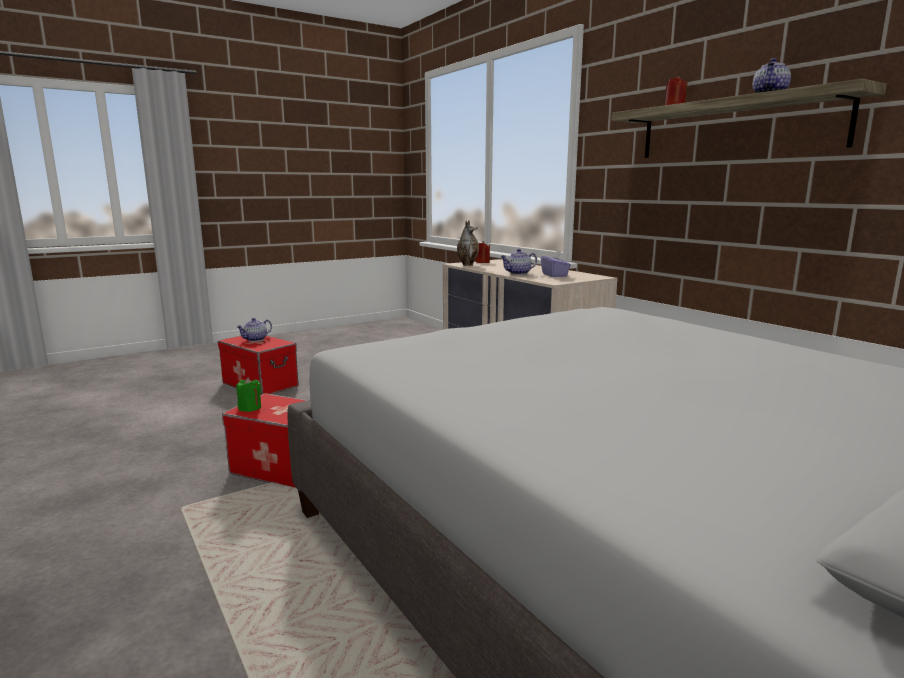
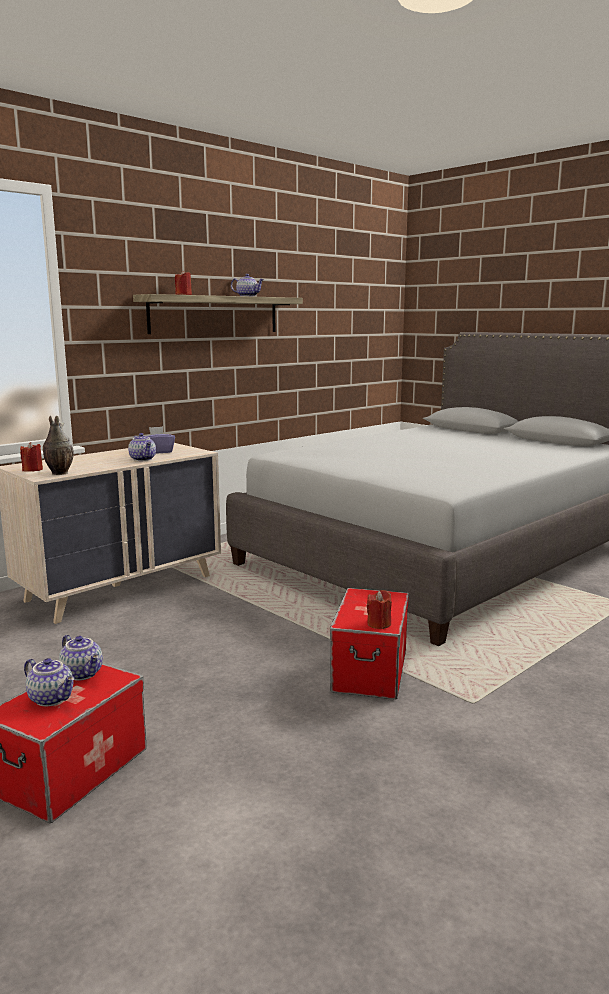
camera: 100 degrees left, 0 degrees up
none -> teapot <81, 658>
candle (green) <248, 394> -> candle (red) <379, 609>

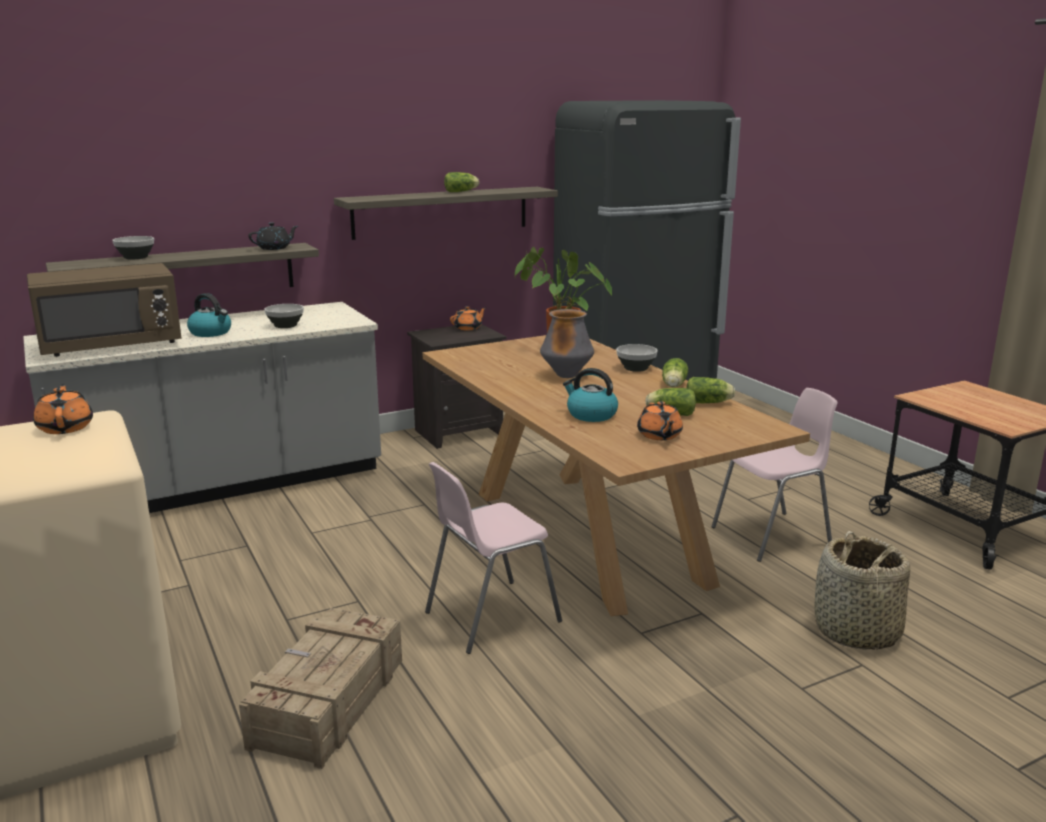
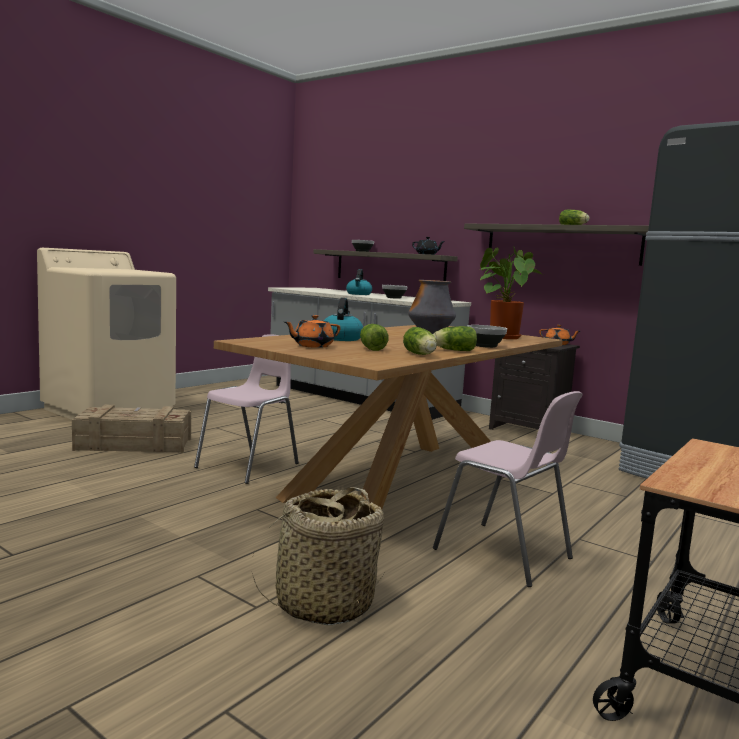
camera: 65 degrees right, 10 degrees down
chair (pink) <493, 558> -> chair (pink) <246, 409>, 90 degrees clockwise
microwave (brown) <104, 310> -> none
teapot (orange) <63, 409> -> none

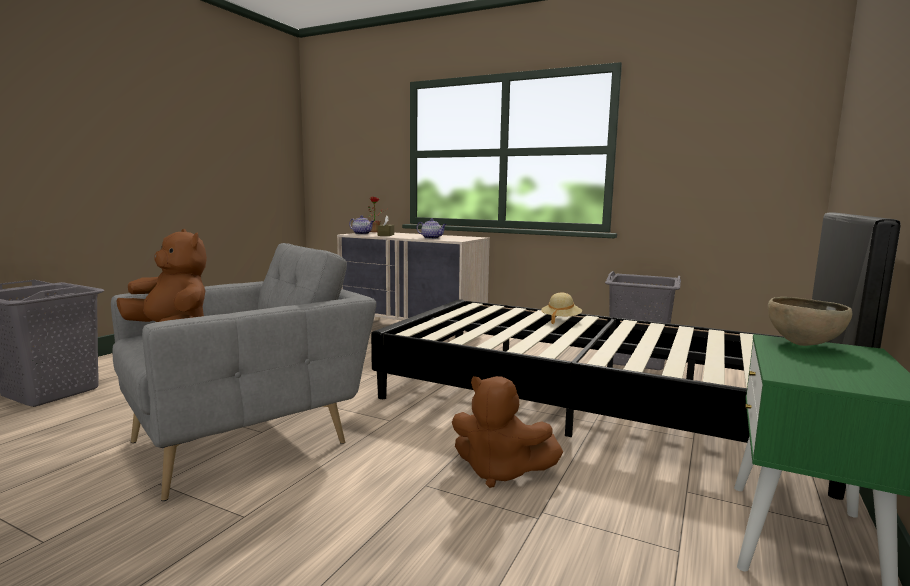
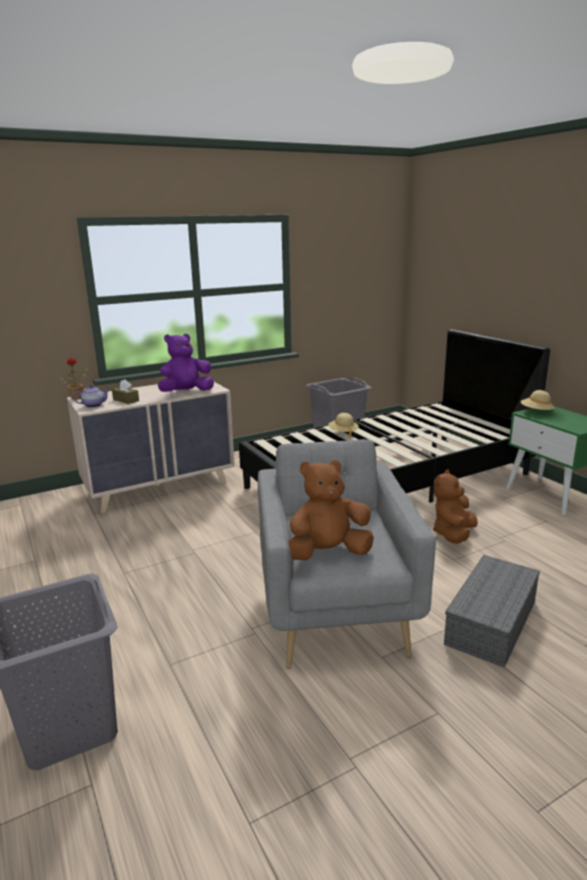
camera: 55 degrees left, 10 degrees up
teapot <432, 228> -> plush toy (purple) <186, 363>
plush toy (brown) <507, 432> -> plush toy (brown) <455, 506>, 150 degrees clockwise
none -> storage box (grey) <492, 611>
bowl (brown) <810, 321> -> hat (beige) <538, 400>

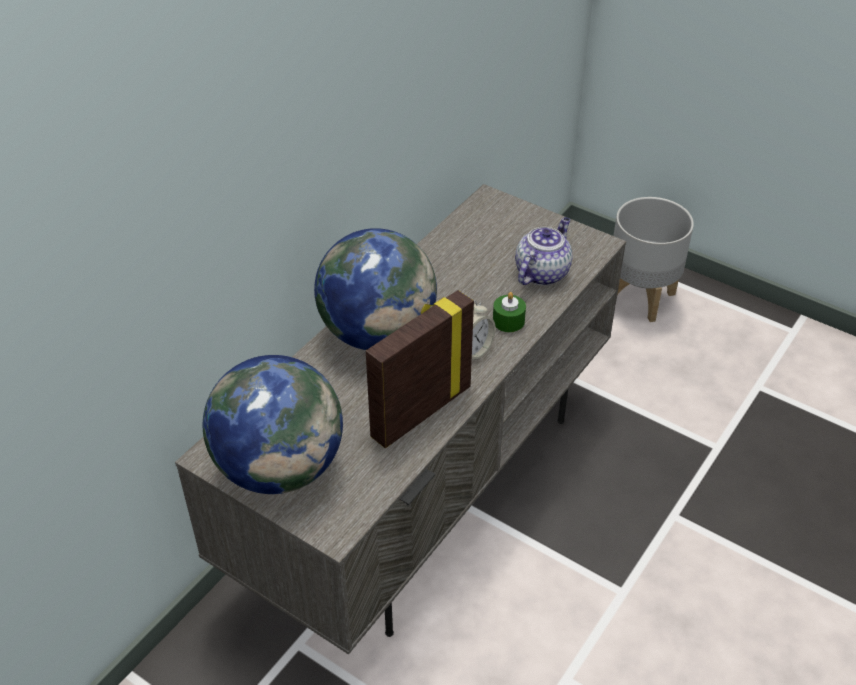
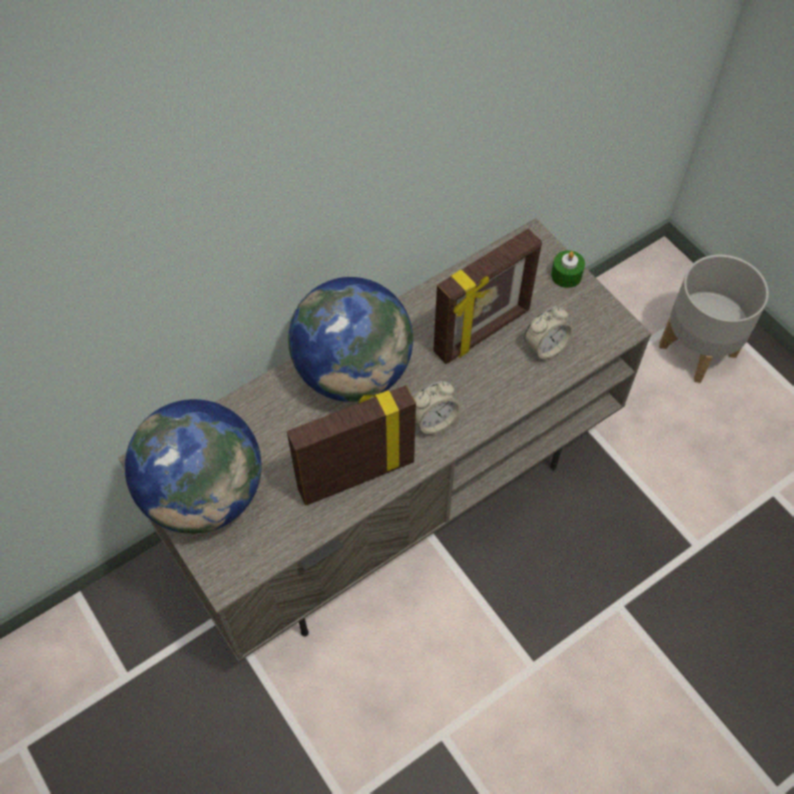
camera: 20 degrees right, 15 degrees up
none -> picture frame <487, 296>
teapot <544, 251> -> alarm clock <548, 333>
candle (green) <509, 312> -> candle (green) <568, 269>, move

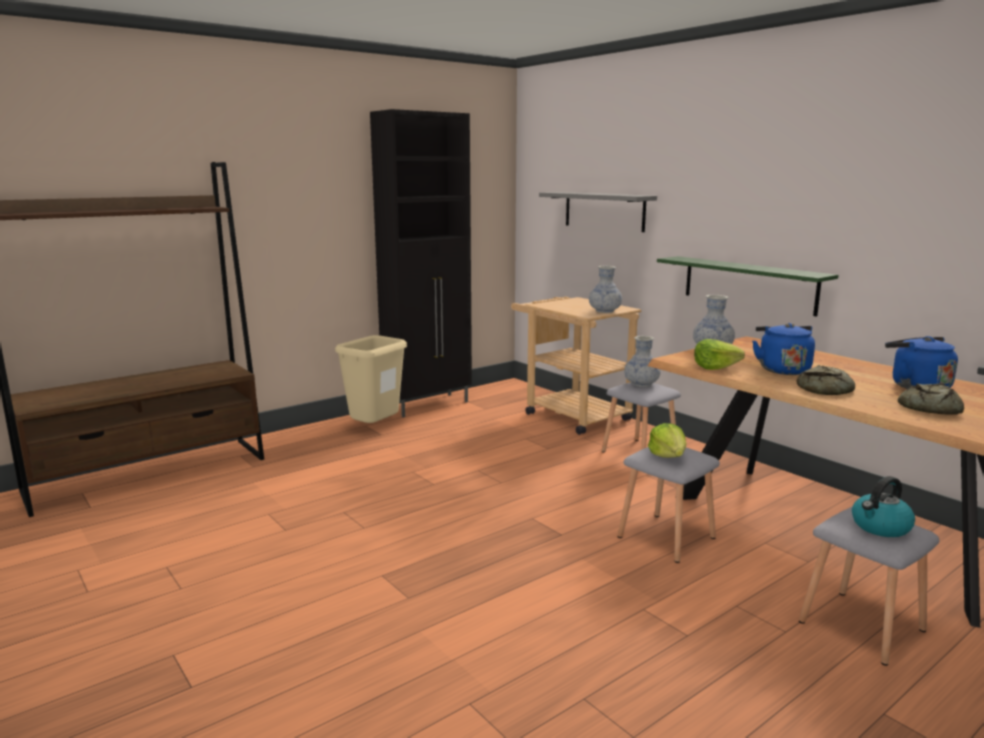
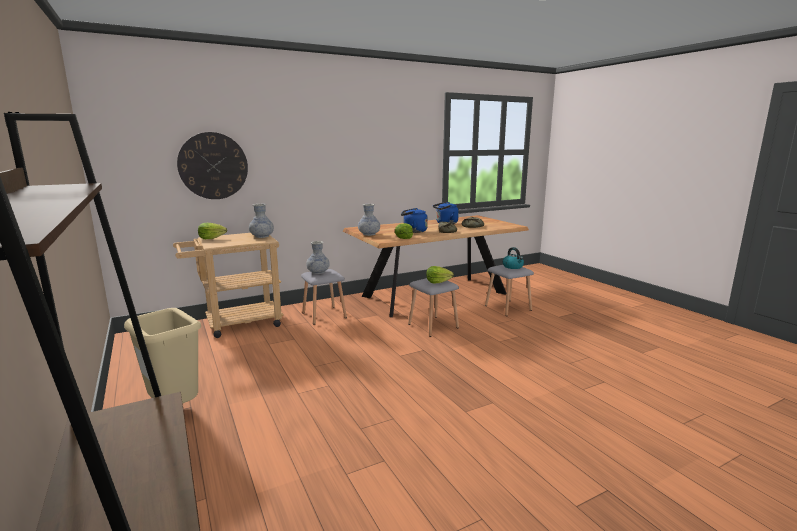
camera: 80 degrees left, 0 degrees up
shelf (grey) <598, 212> -> wall clock <212, 165>
none -> lettuce <212, 231>
cabinet (black) <421, 263> -> none
shelf (green) <747, 286> -> none

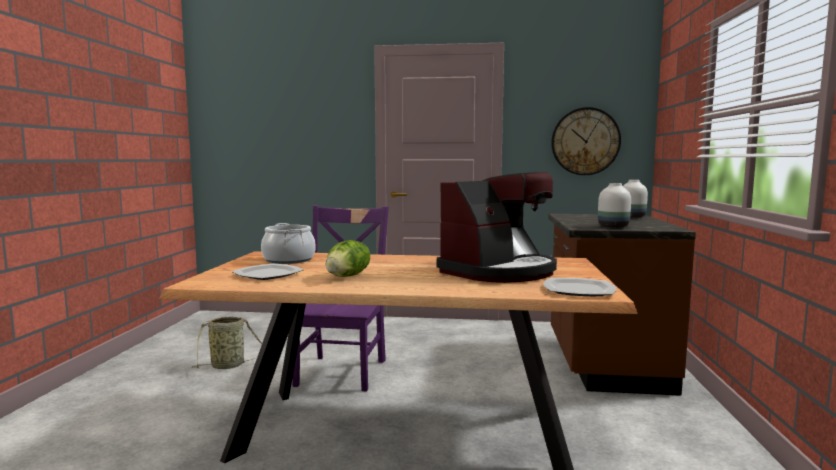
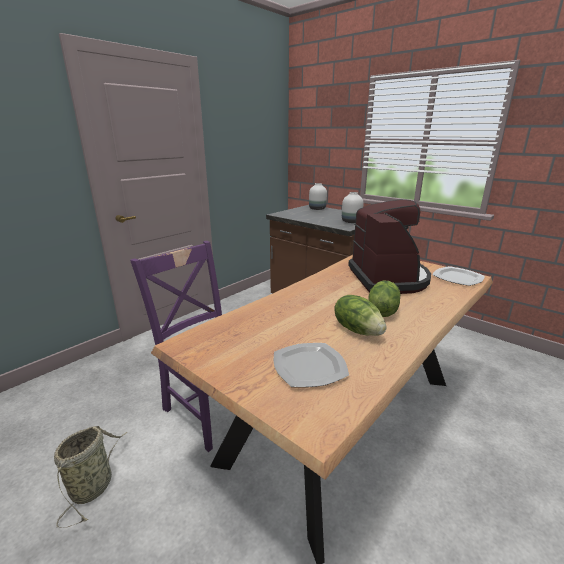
camera: 55 degrees left, 15 degrees up
none -> lettuce <384, 298>
cooking pot <288, 243> -> none
wall clock <586, 141> -> none

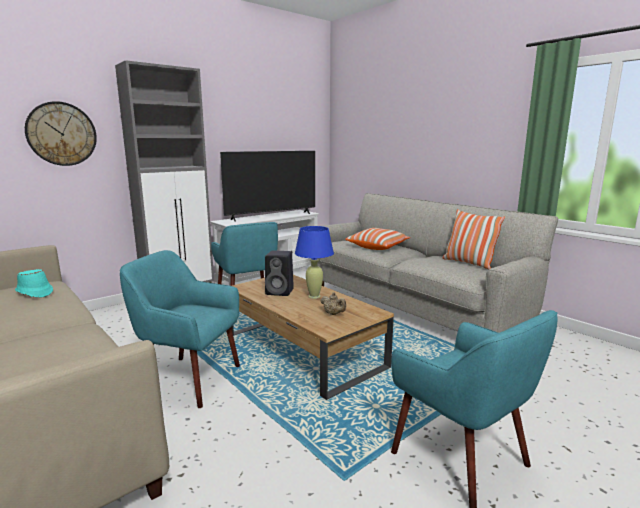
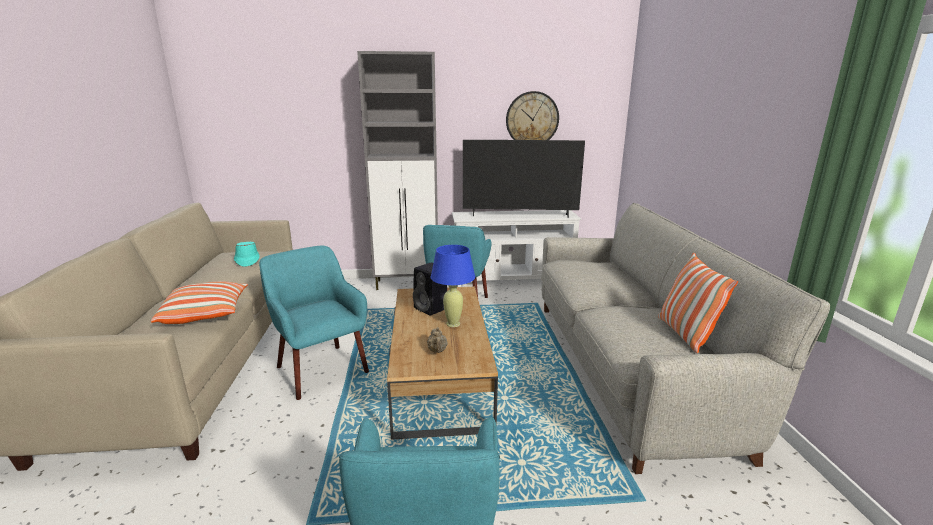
camera: 35 degrees right, 5 degrees up
pillow <377, 239> -> pillow <199, 302>, move
wall clock <61, 133> -> wall clock <532, 115>, move

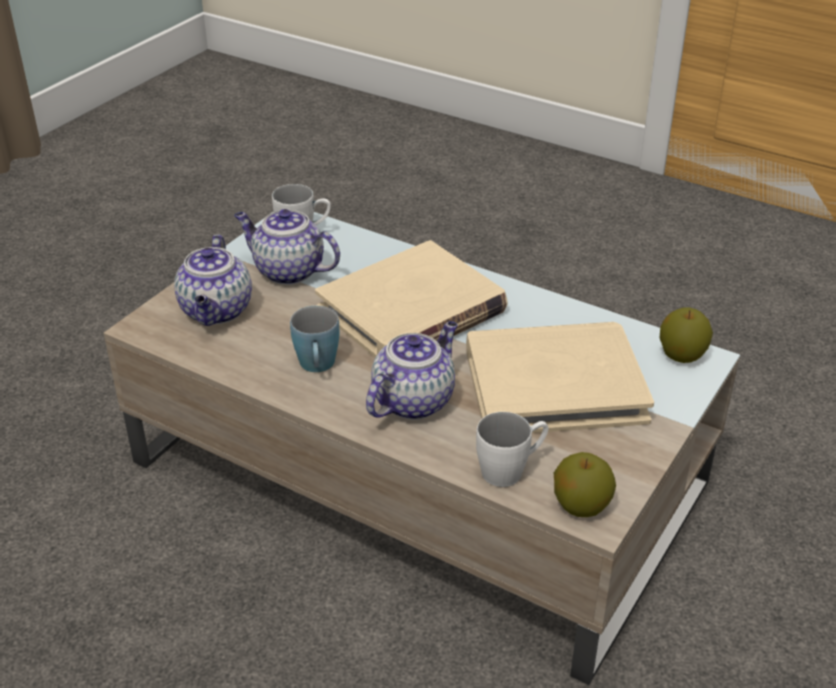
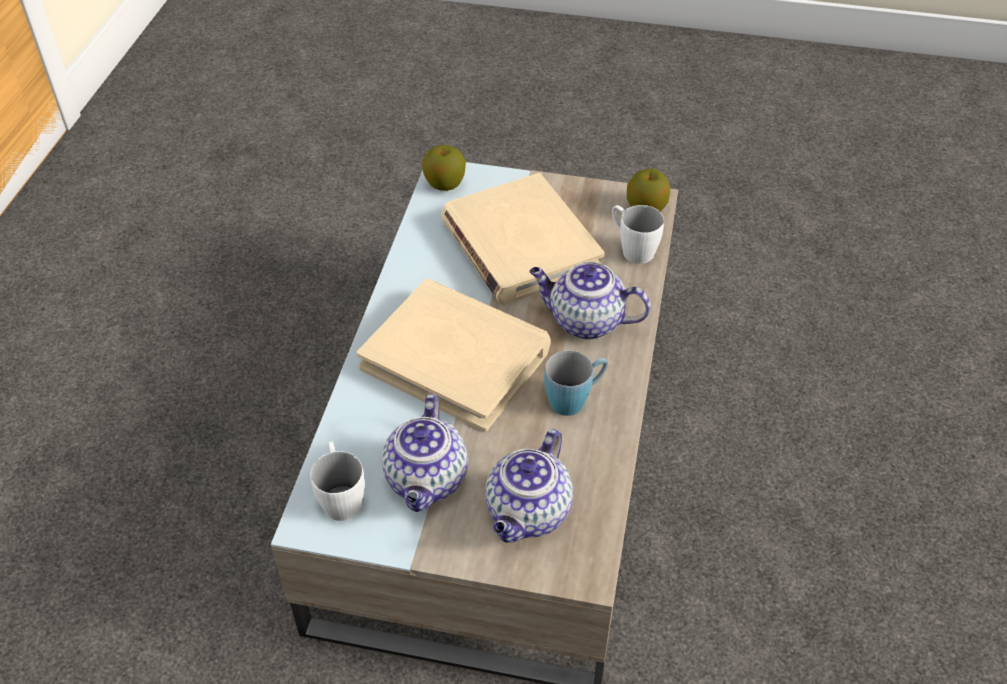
camera: 110 degrees left, 10 degrees up
teapot <213, 280> -> teapot <529, 486>, 135 degrees clockwise

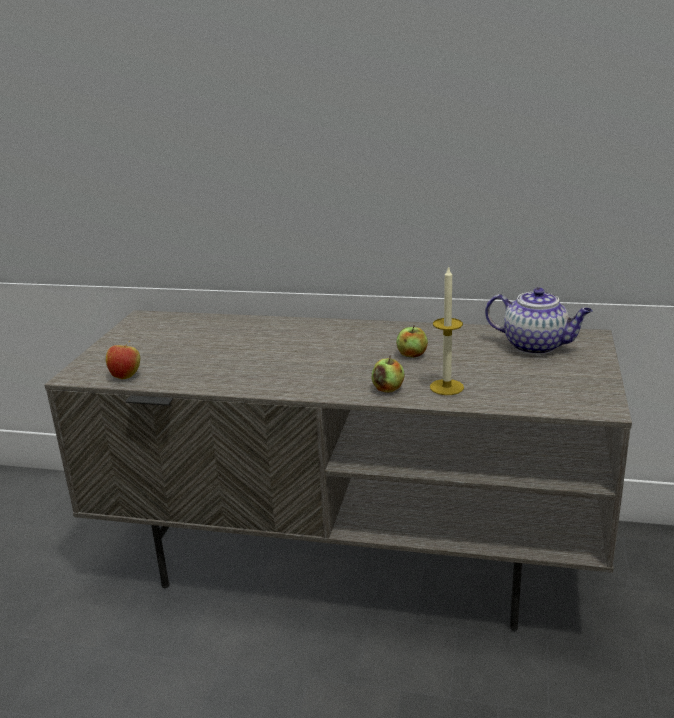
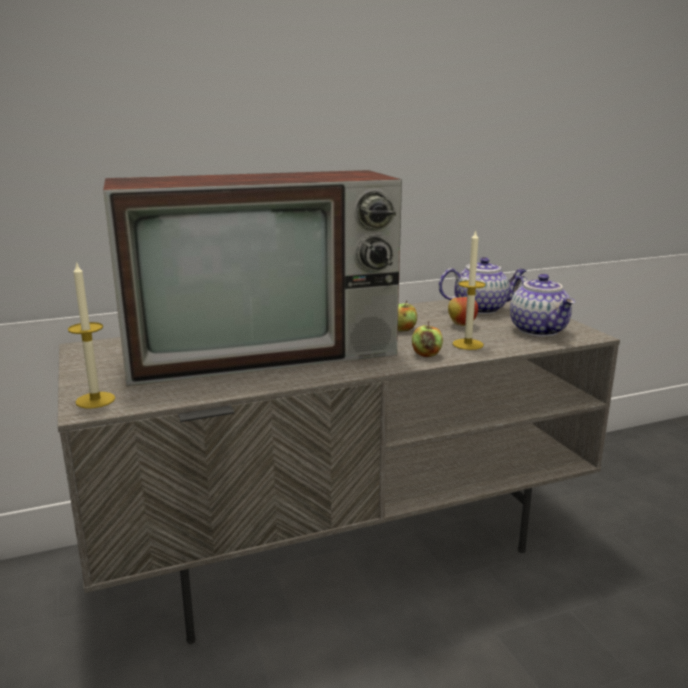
camera: 35 degrees left, 5 degrees down
none -> candle <91, 334>
none -> television <252, 278>
apple <123, 360> -> apple <463, 310>, move
none -> teapot <542, 305>

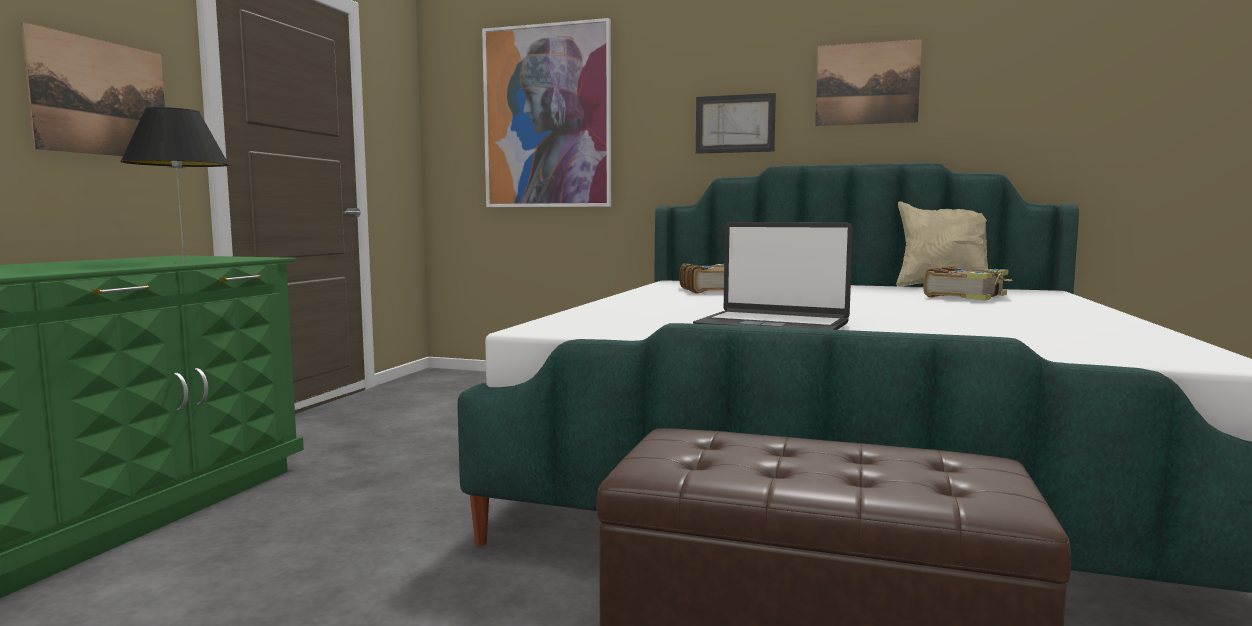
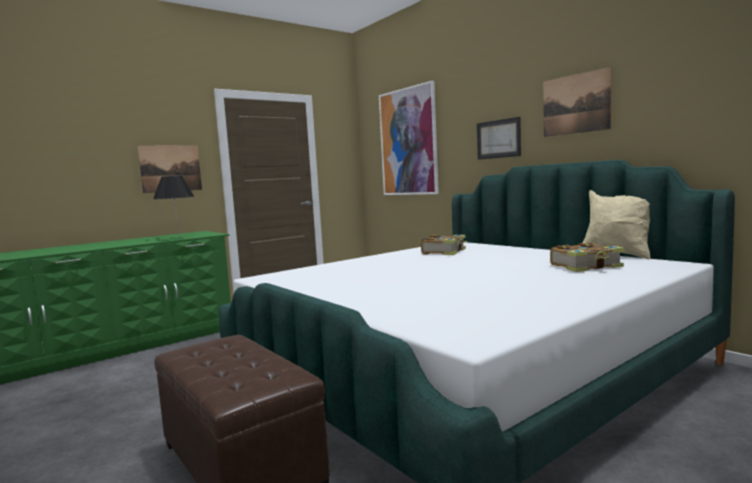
camera: 35 degrees right, 0 degrees up
laptop <773, 276> -> none

